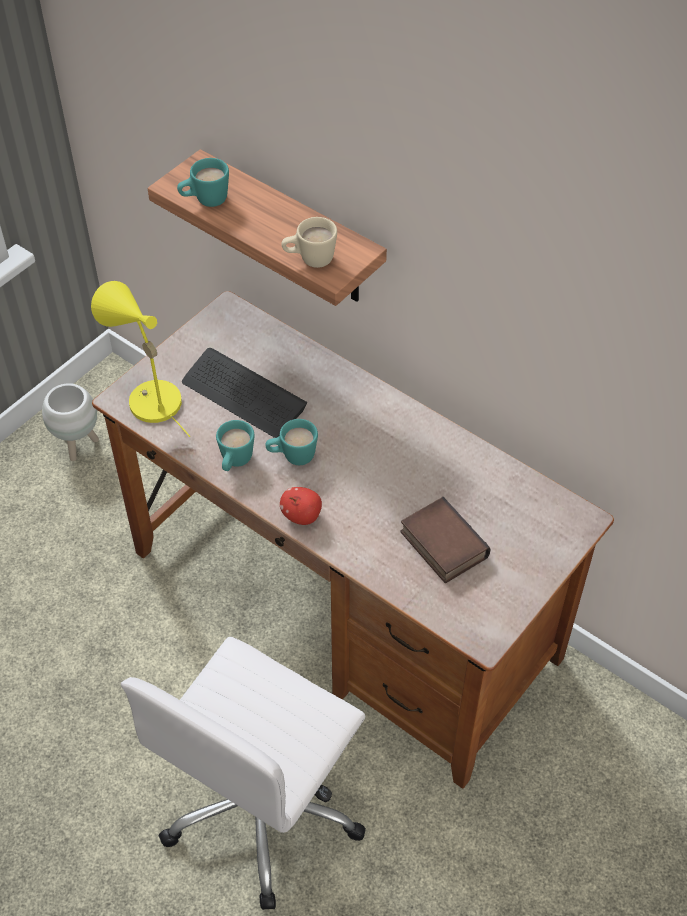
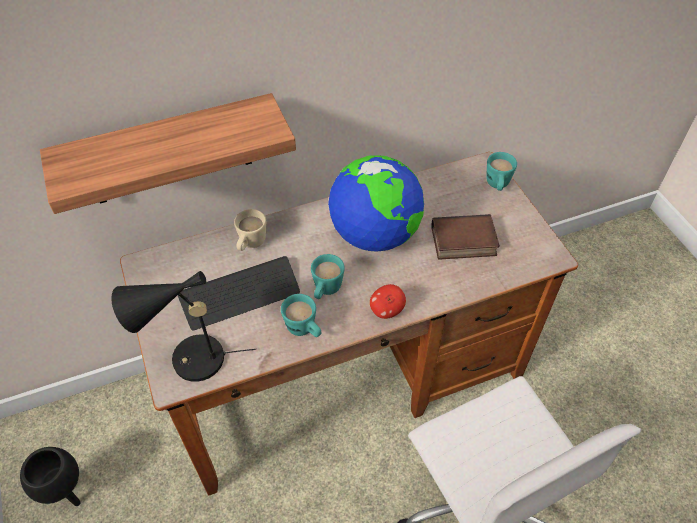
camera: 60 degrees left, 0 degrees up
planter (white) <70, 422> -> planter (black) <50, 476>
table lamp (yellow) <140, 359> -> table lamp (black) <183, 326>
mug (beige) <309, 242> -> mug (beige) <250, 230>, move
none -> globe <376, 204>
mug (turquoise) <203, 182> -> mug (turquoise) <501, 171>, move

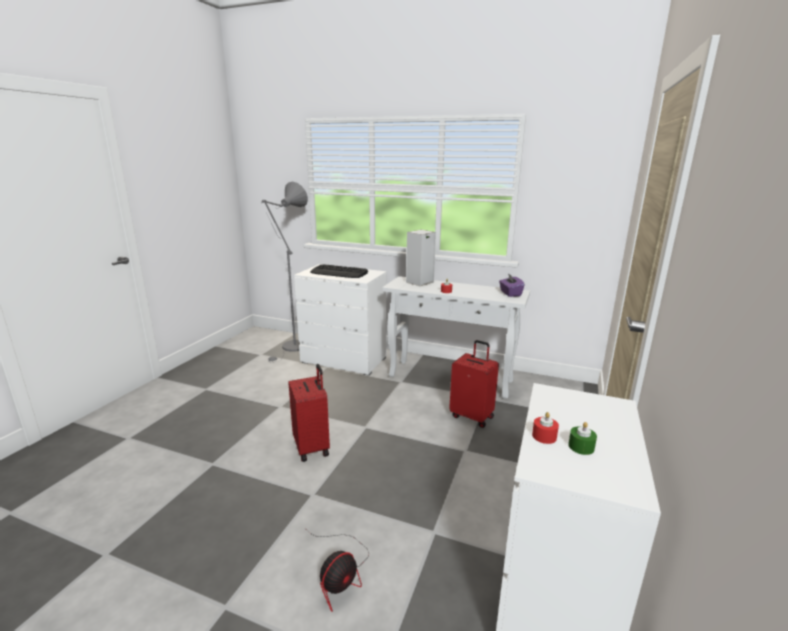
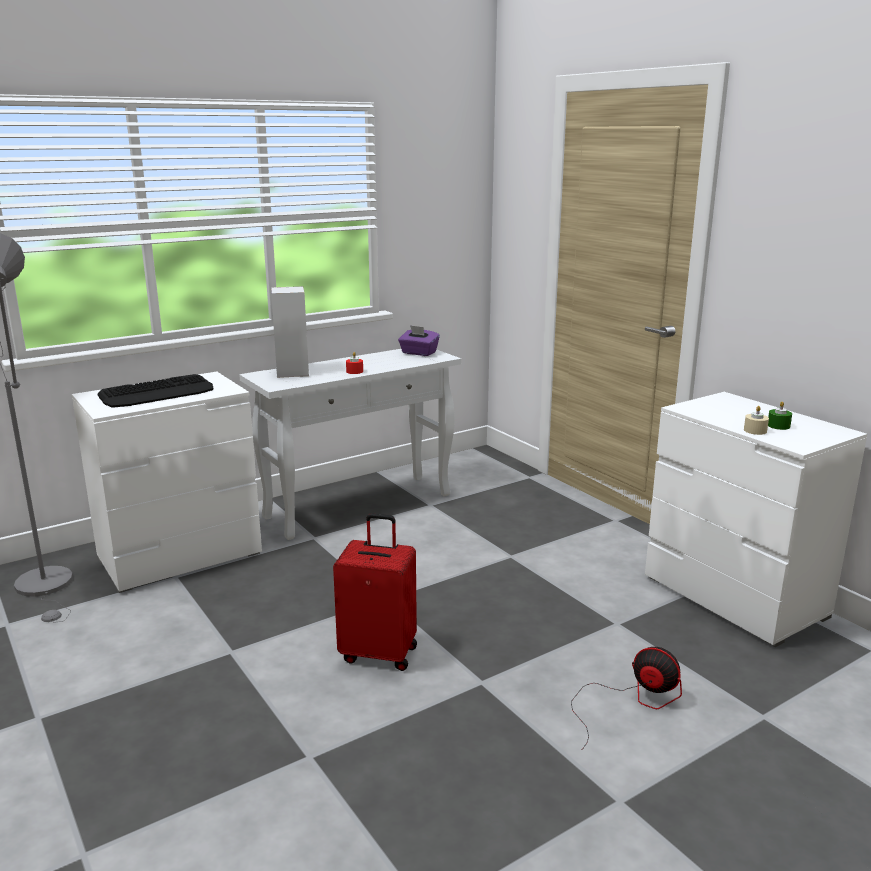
camera: 55 degrees left, 0 degrees up
fan <337, 570> -> fan <626, 698>, 45 degrees counterclockwise
candle (red) <545, 428> -> candle (beige) <756, 420>
suitcase (red) <474, 384> -> none

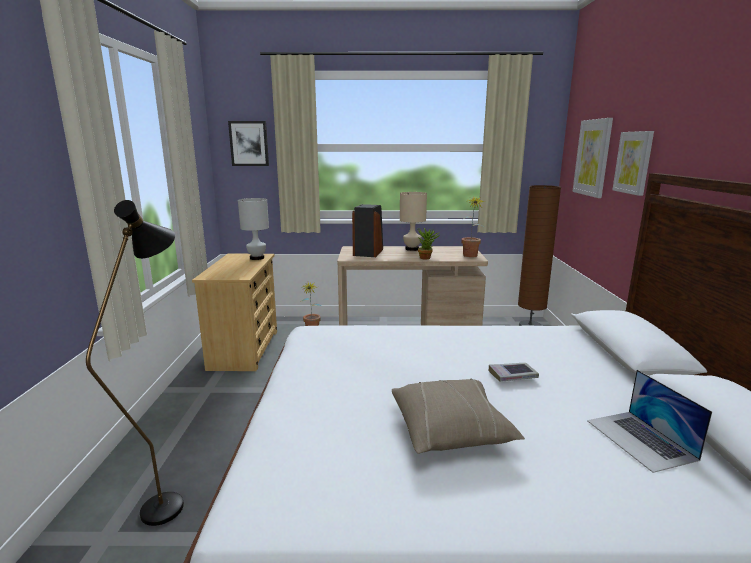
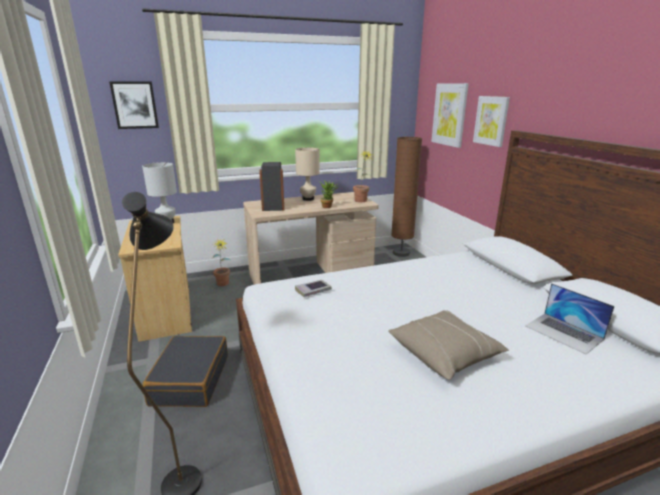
camera: 20 degrees left, 5 degrees up
none -> suitcase (black) <185, 371>
book <514, 372> -> book <313, 288>, move

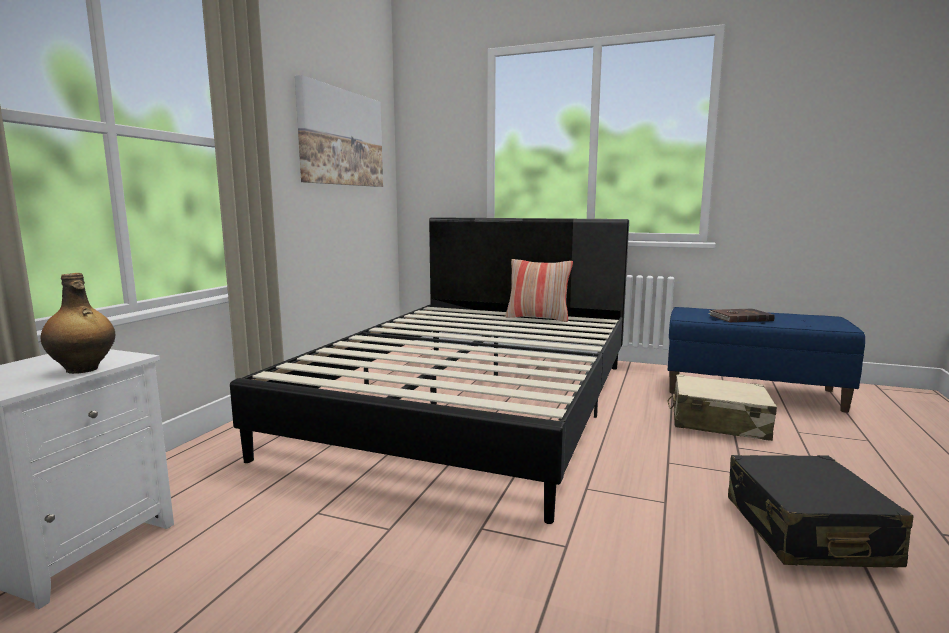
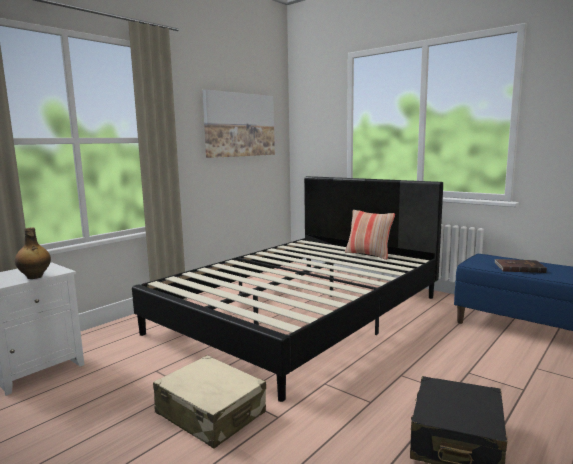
camera: 20 degrees right, 0 degrees up
suitcase (beige) <722, 407> -> suitcase (beige) <209, 402>, move

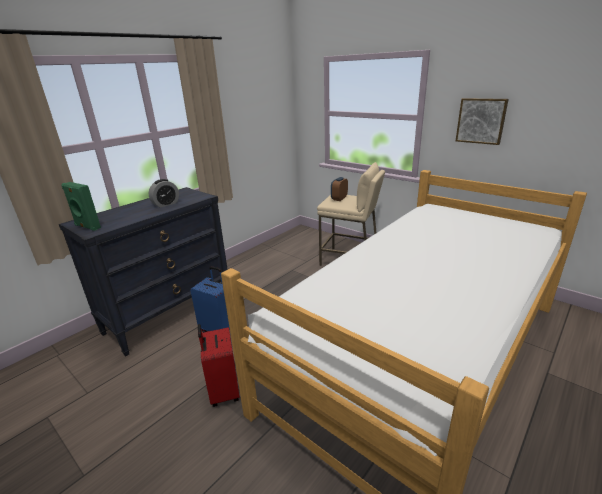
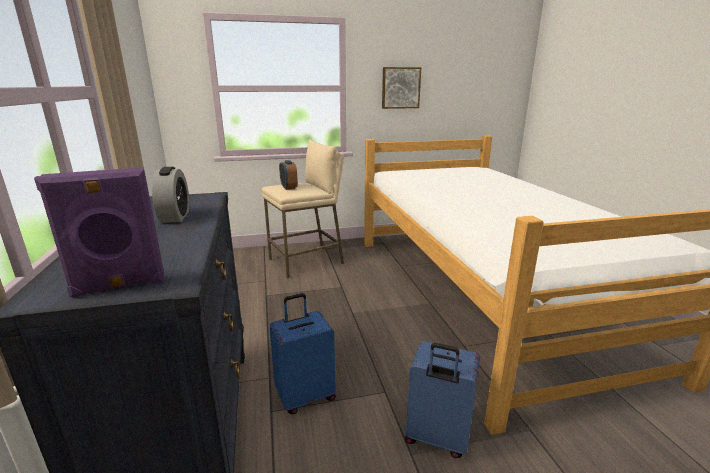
camera: 55 degrees left, 5 degrees down
speaker (green) <81, 206> -> speaker (purple) <99, 232>
suitcase (red) <219, 365> -> suitcase (blue) <442, 399>

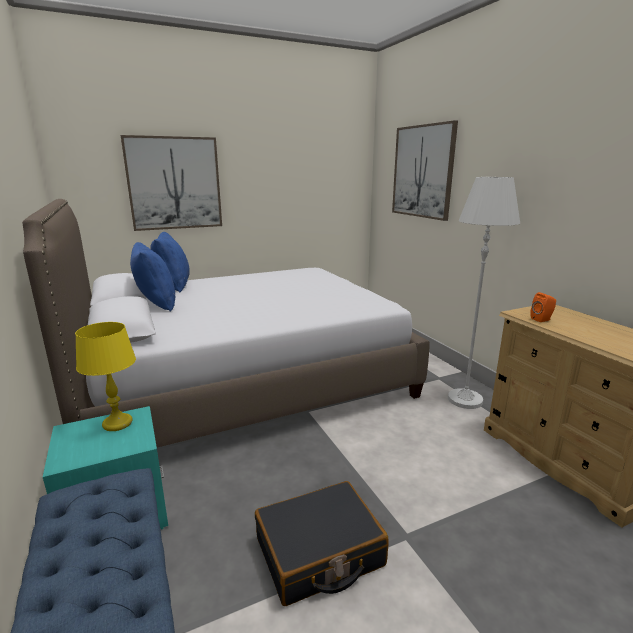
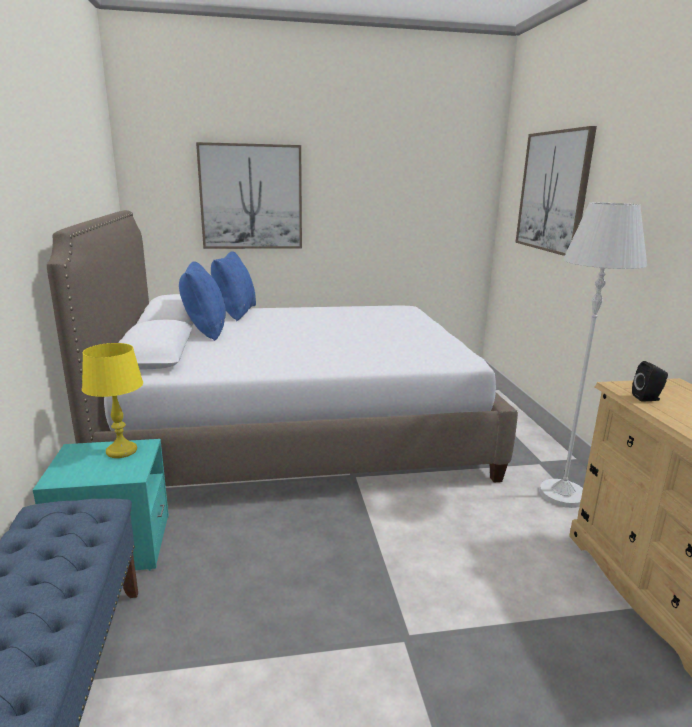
camera: 15 degrees right, 0 degrees up
speaker (orange) <543, 307> -> speaker (black) <650, 381>
suitcase (black) <322, 543> -> none

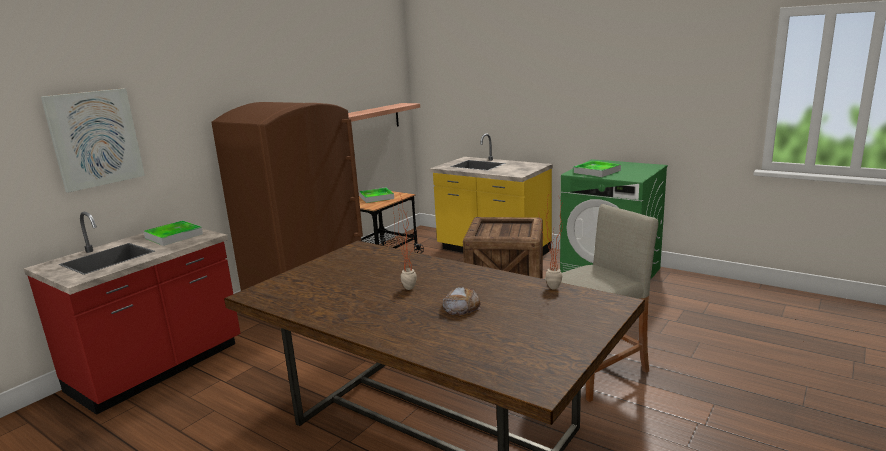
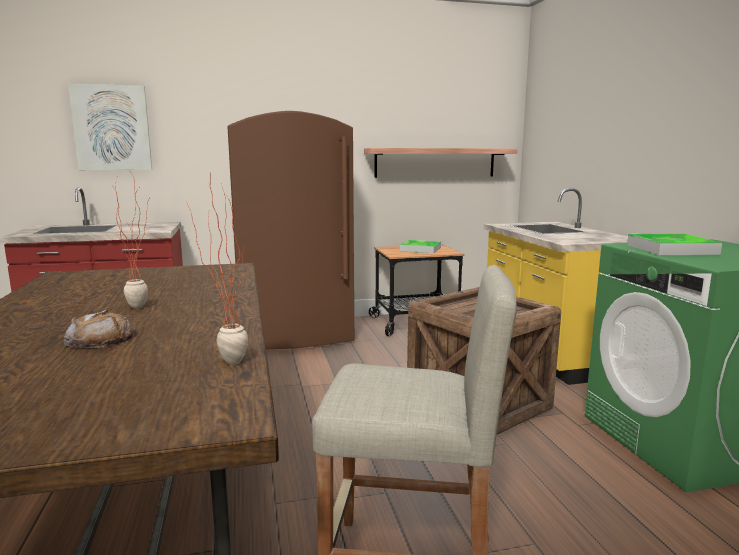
camera: 40 degrees right, 5 degrees down
tray <173, 233> -> none

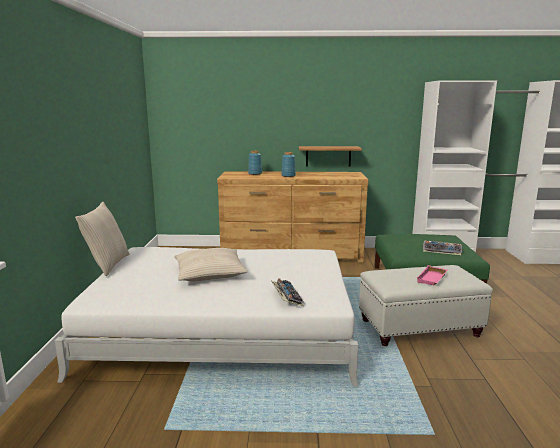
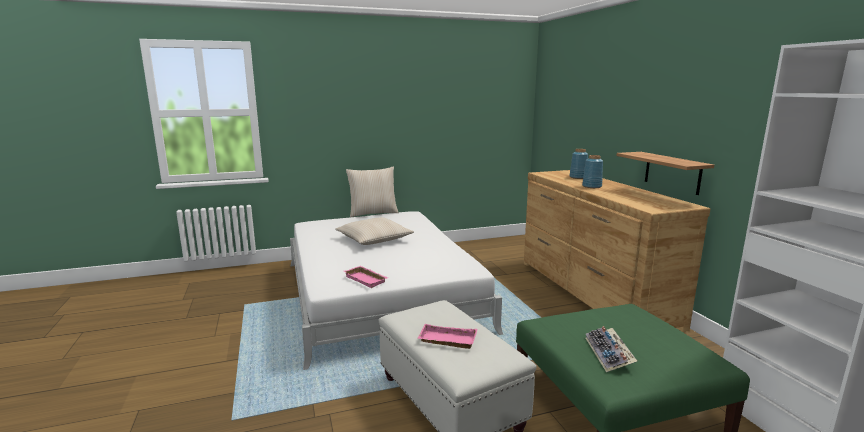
camera: 70 degrees right, 0 degrees up
none -> tray (pink) <366, 277>
keyboard <288, 292> -> none

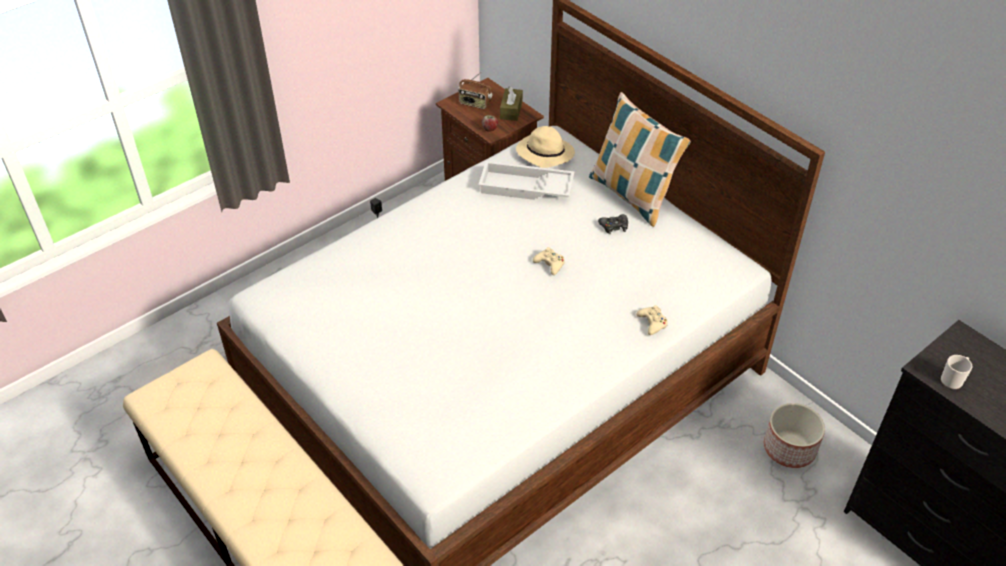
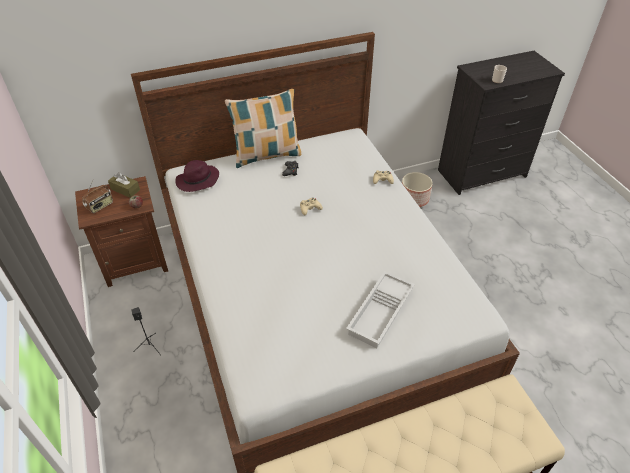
camera: 70 degrees left, 0 degrees up
hat (beige) <545, 147> -> hat (purple) <197, 176>
tray (white) <526, 180> -> tray (white) <380, 309>, move

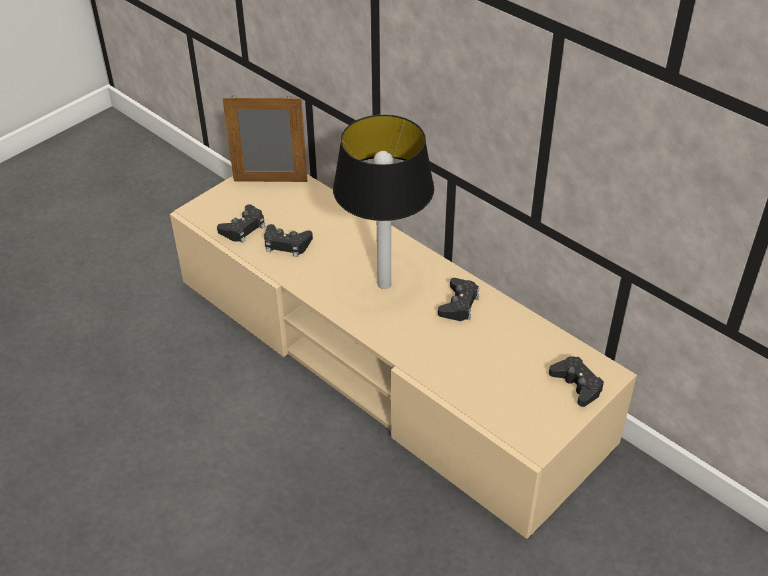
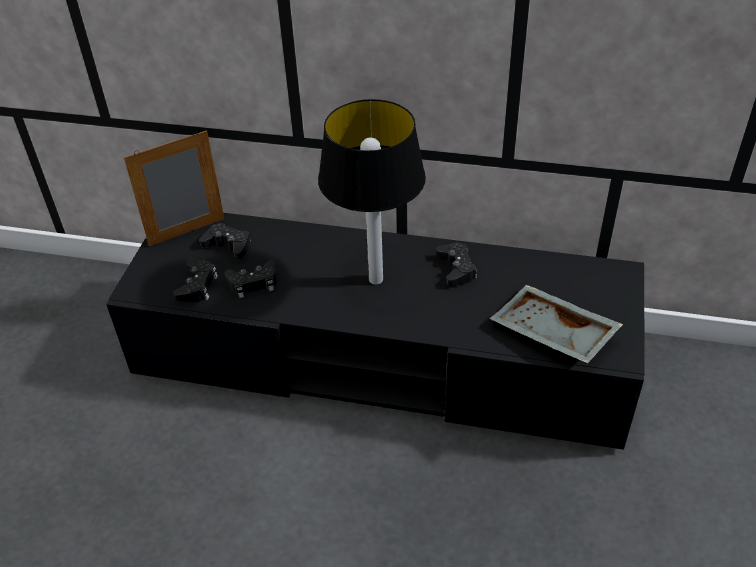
camera: 30 degrees left, 0 degrees up
tv stand (beige) <403, 356> -> tv stand (black) <375, 331>
game controller (black) <576, 381> -> game controller (black) <225, 240>, move
none -> tray (grey) <556, 324>

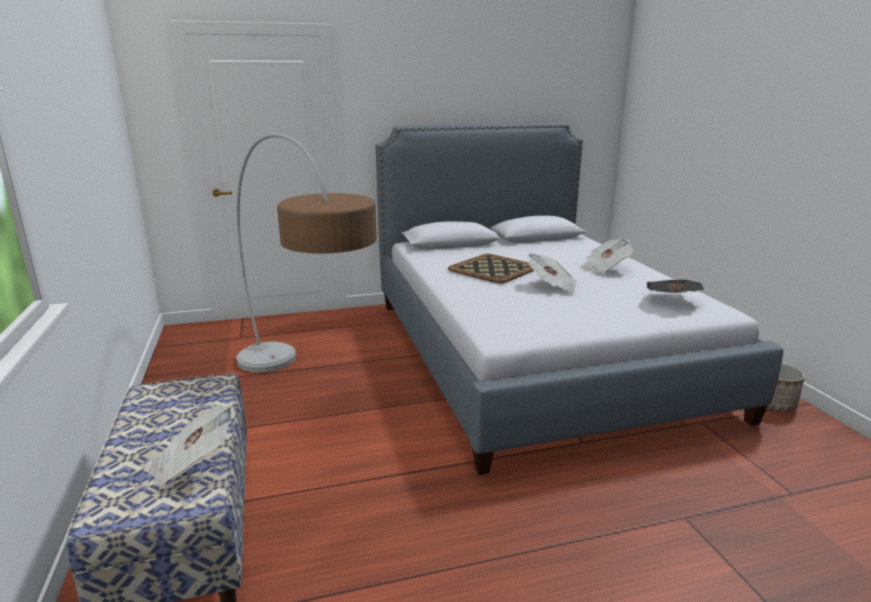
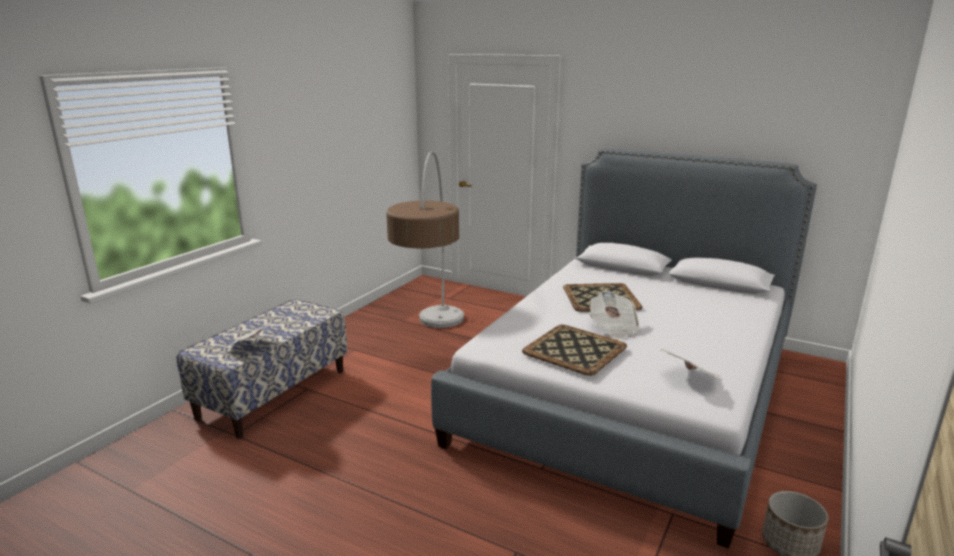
camera: 45 degrees right, 0 degrees up
none -> tray <574, 350>
newspaper <606, 256> -> none

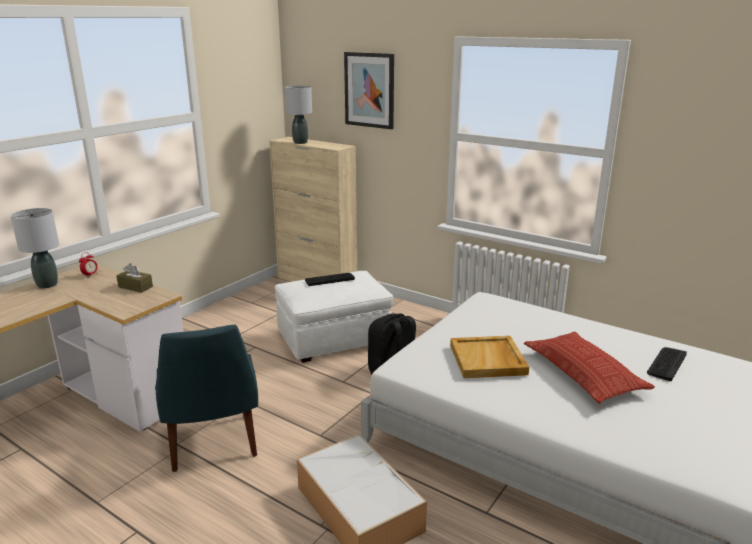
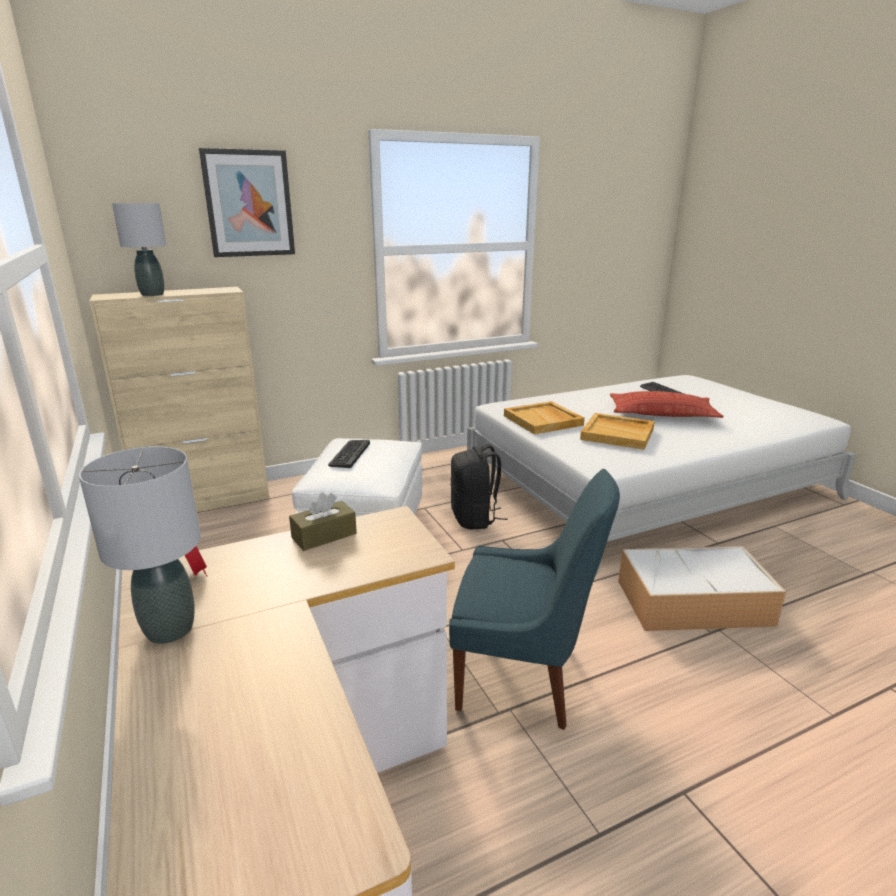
camera: 60 degrees left, 0 degrees up
none -> tray (beige) <544, 417>

